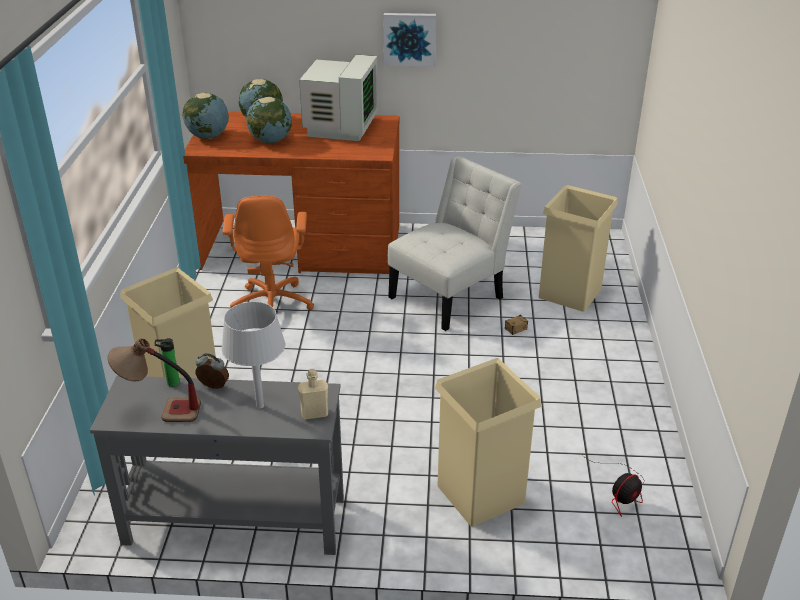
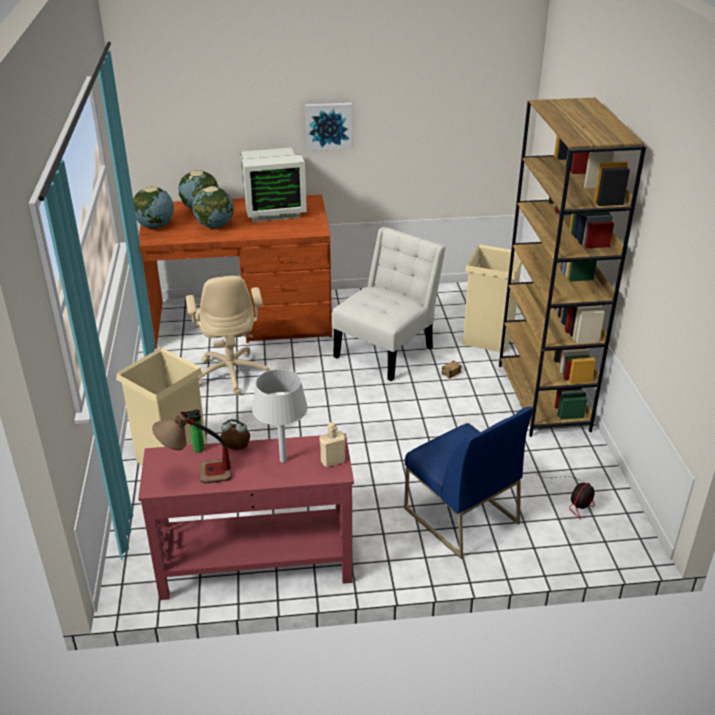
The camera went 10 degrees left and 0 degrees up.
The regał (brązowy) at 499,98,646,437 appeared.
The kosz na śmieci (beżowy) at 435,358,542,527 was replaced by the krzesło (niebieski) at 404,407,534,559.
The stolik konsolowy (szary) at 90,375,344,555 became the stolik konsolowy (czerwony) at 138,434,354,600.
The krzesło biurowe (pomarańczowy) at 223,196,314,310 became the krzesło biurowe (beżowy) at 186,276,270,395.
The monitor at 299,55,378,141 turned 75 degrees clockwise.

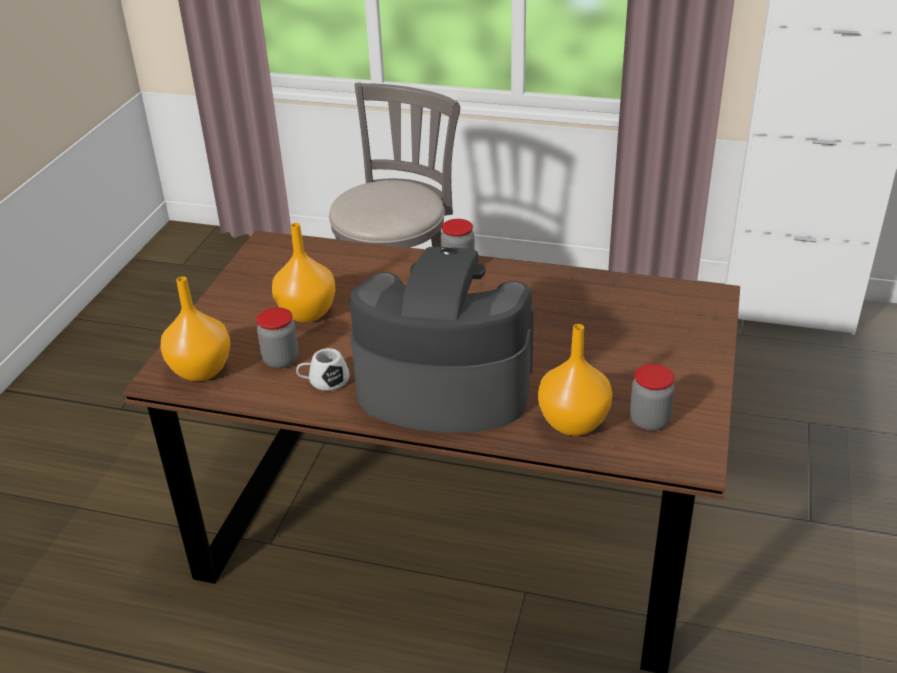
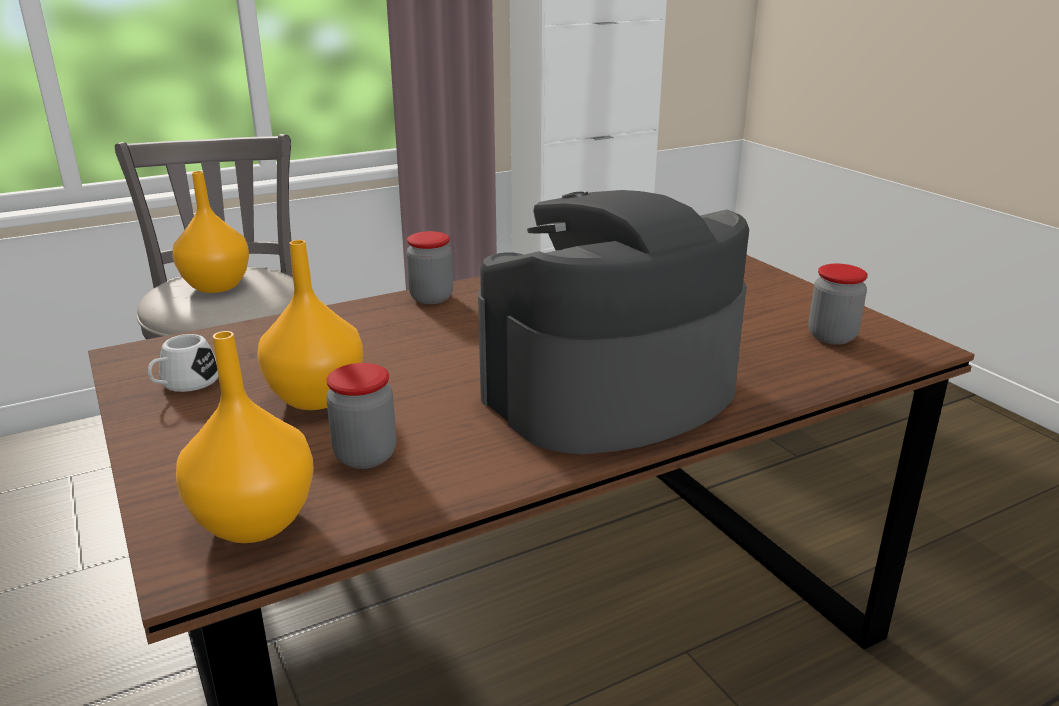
The camera went 45 degrees left and 10 degrees down.
The kubek (biały) moved from 296,348,350,391 to 148,334,218,392.
The wazon (pomarańczowy) moved from 538,324,612,436 to 173,171,249,293.

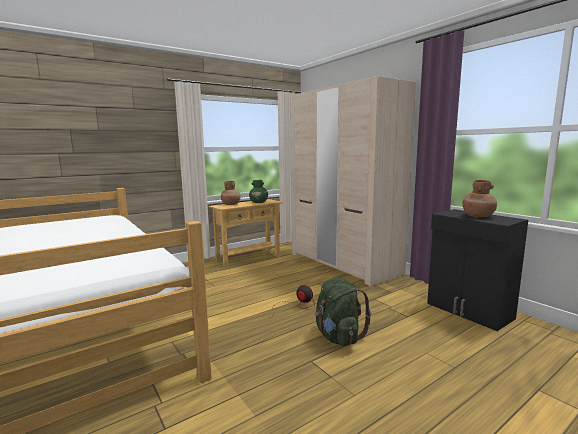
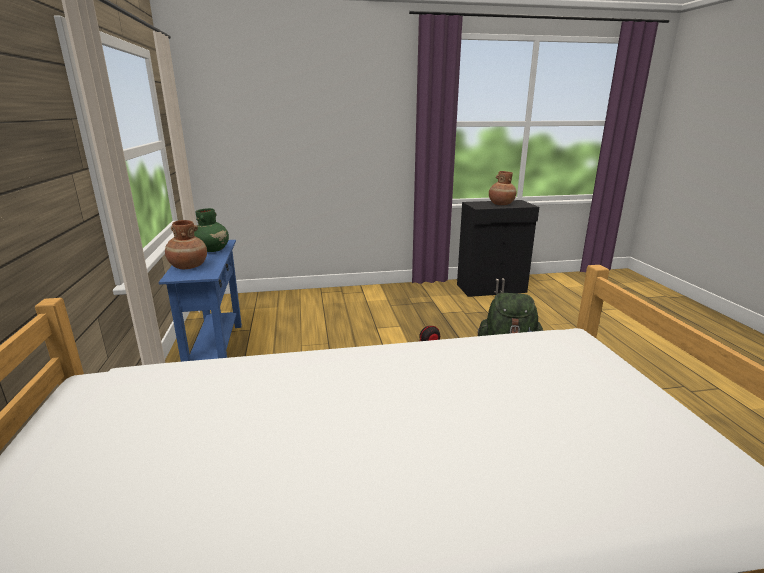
The camera went 65 degrees left and 10 degrees up.
The szafa (beżowy) at 290,76,416,286 disappeared.
The stolik konsolowy (beżowy) at 208,199,283,267 became the stolik konsolowy (niebieski) at 159,240,242,362.

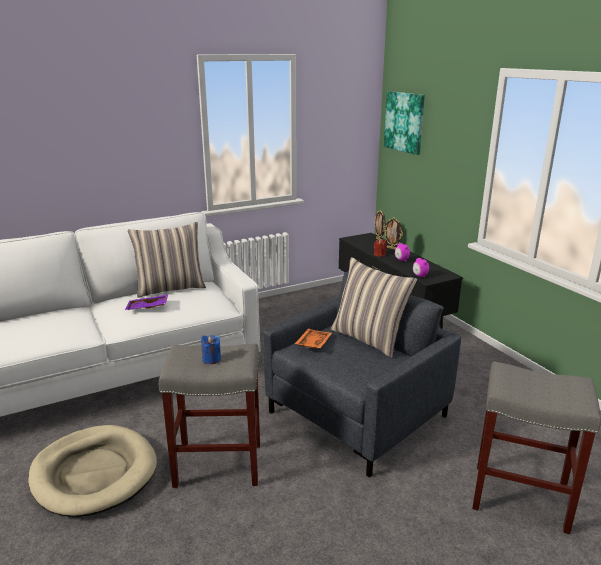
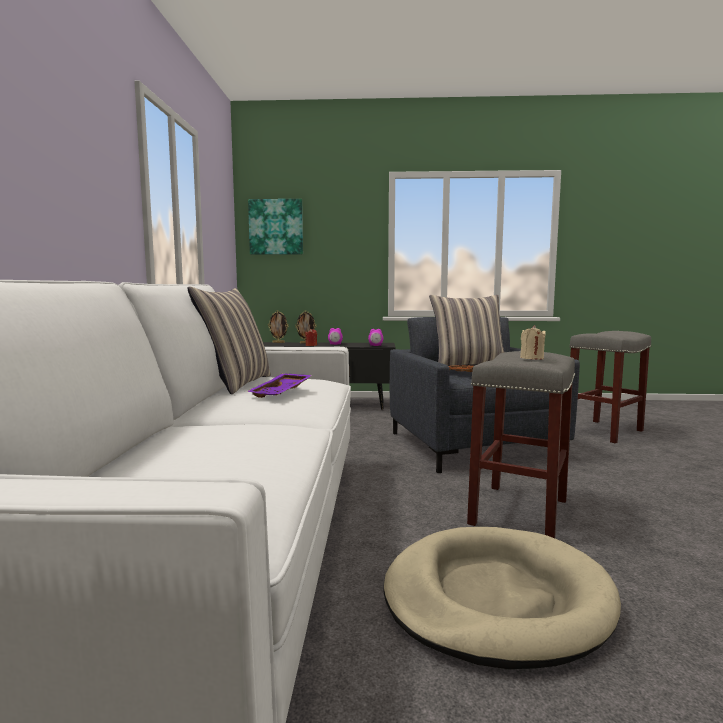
The camera went 60 degrees left and 15 degrees down.
The świeca (niebieski) at 201,335,221,364 became the świeca (beżowy) at 520,325,546,360.

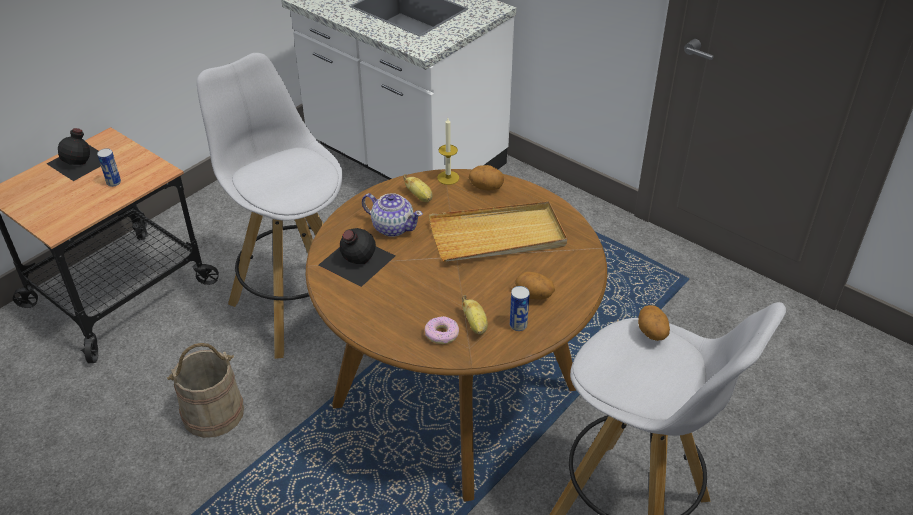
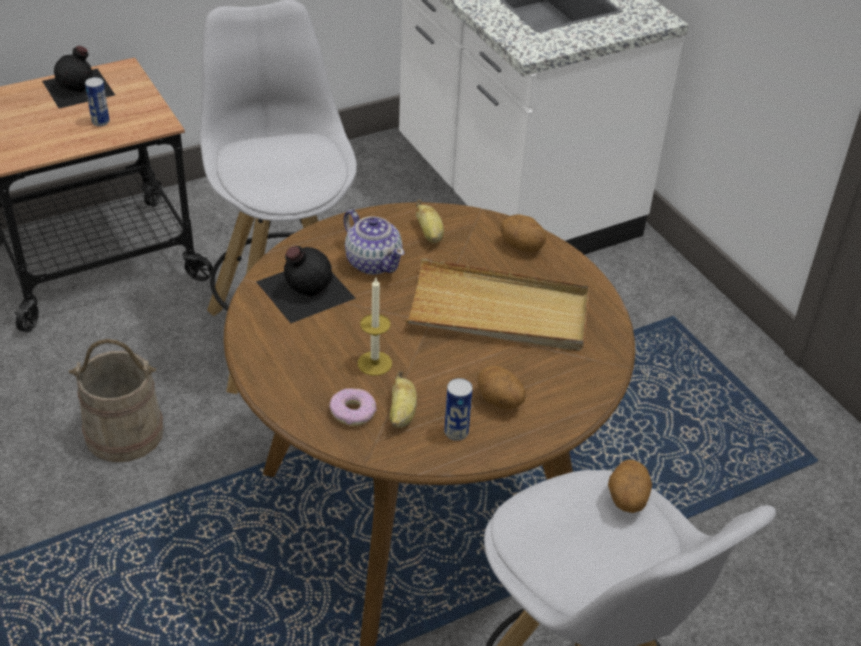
The camera went 20 degrees right and 0 degrees up.
The świeca moved from 437,118,459,185 to 358,278,392,376.

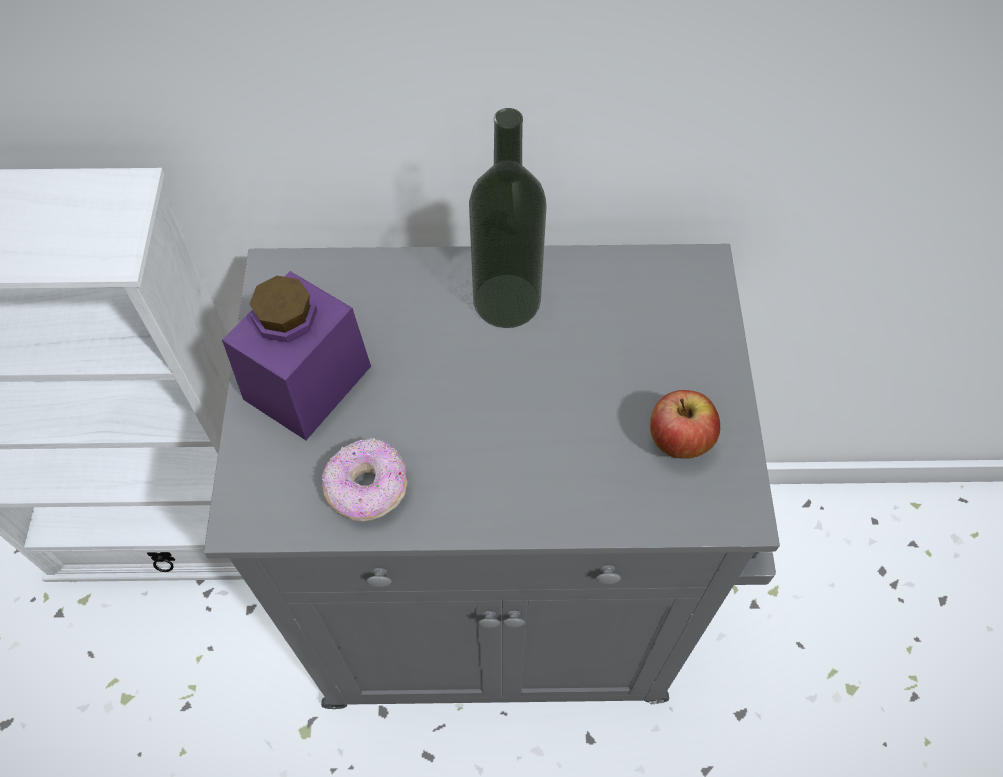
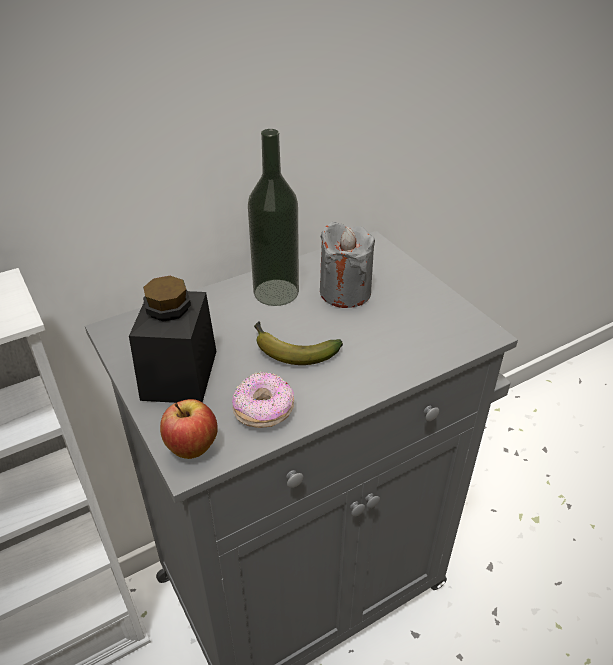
The camera went 30 degrees left and 20 degrees down.
The banan at 254,321,343,365 appeared.
The świeca (szary) at 320,222,375,308 appeared.
The jabłko moved from 650,390,720,459 to 160,399,218,459.
The słoik (fioletowy) at 222,271,371,440 became the słoik (czarny) at 129,276,216,403.

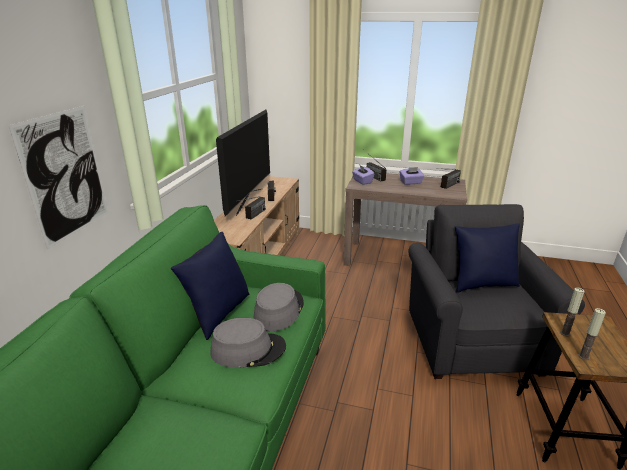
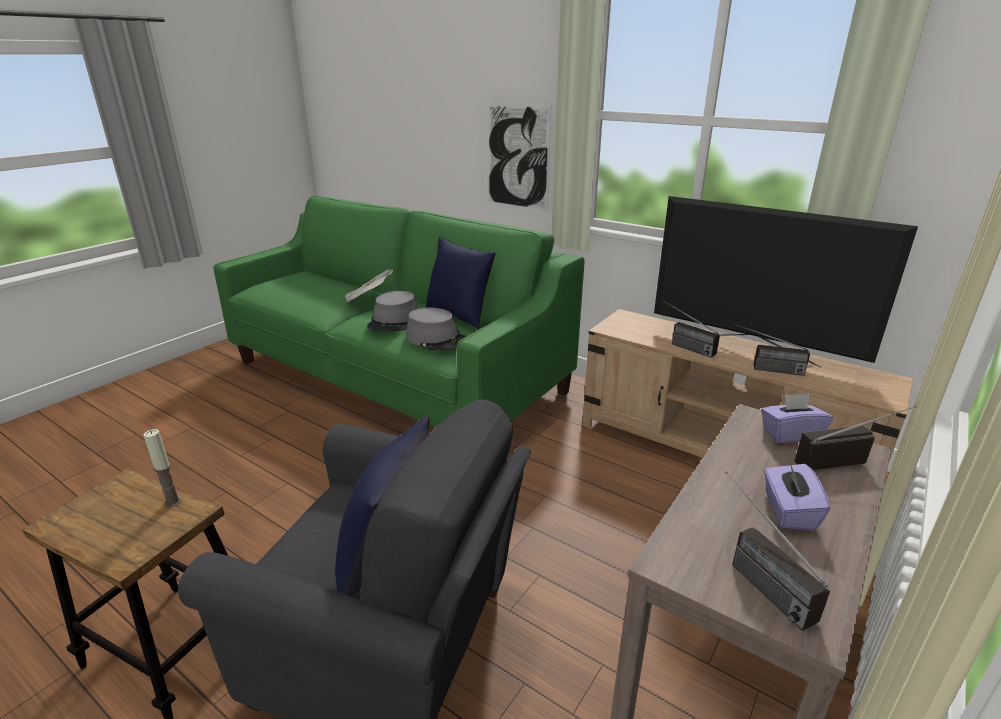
The camera went 110 degrees right and 0 degrees up.
The świeca at 578,308,606,360 disappeared.
The gazeta at 345,269,393,303 appeared.

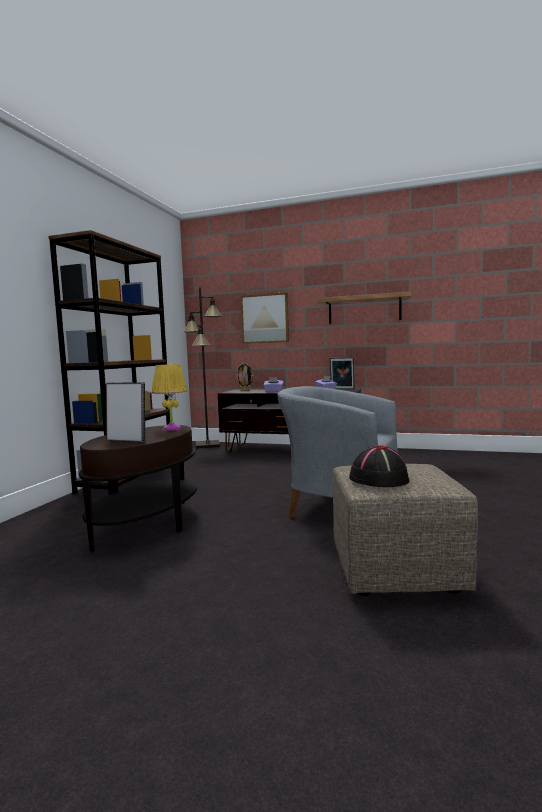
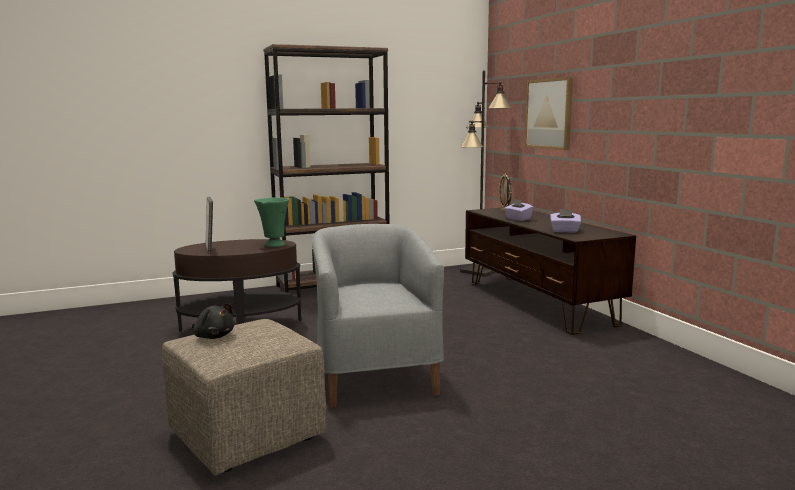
The camera went 50 degrees right and 5 degrees up.
The półka at 316,291,411,324 disappeared.
The ramka na zdjęcie at 329,357,355,390 disappeared.
The lampa stołowa (żółty) at 152,364,187,430 was replaced by the wazon (zielony) at 254,198,289,247.
The kapelusz (czarny) at 349,445,409,487 was replaced by the pluszak (czarny) at 192,303,235,339.

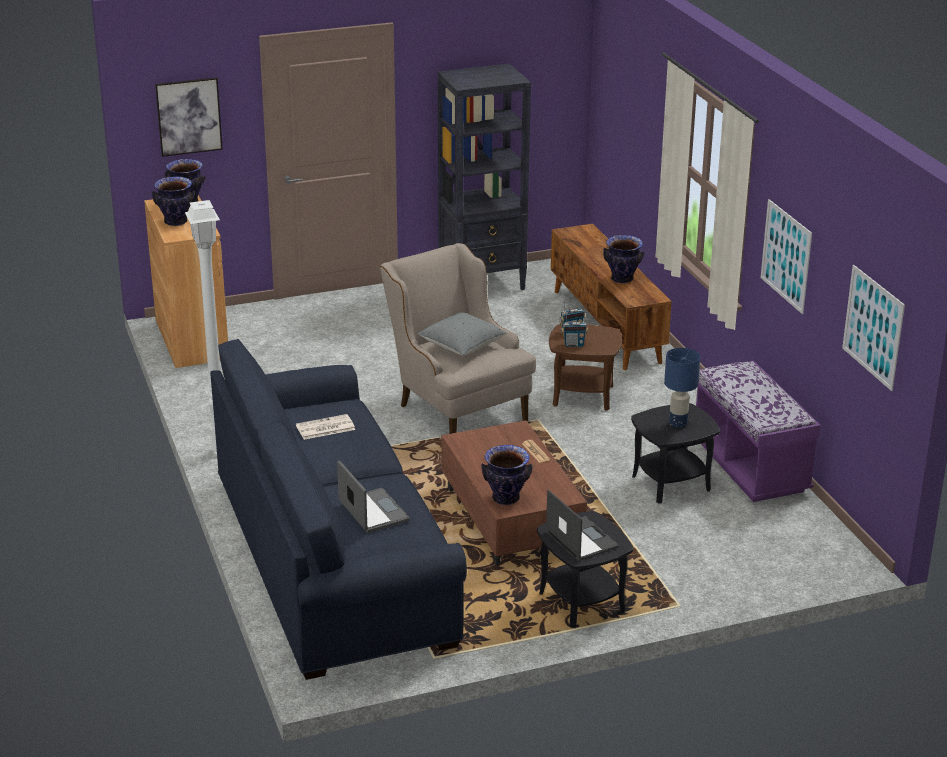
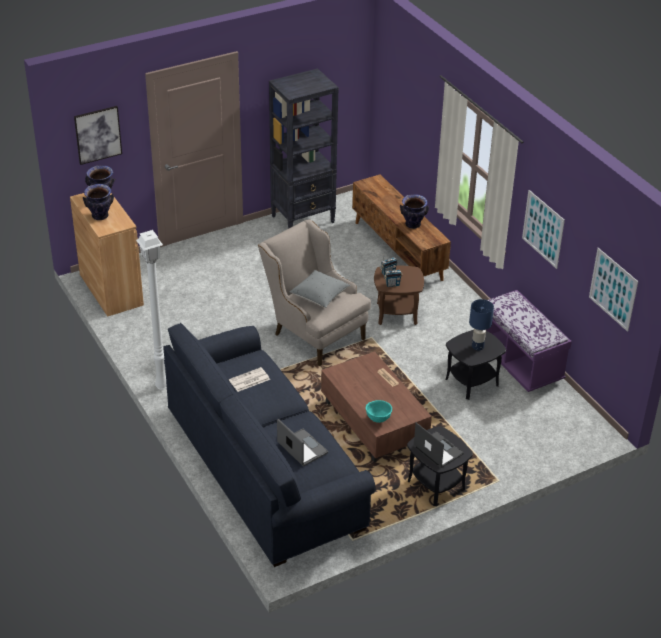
The camera went 10 degrees left and 10 degrees up.
The wazon at 481,445,533,505 was replaced by the miska (turkusowy) at 365,400,392,423.

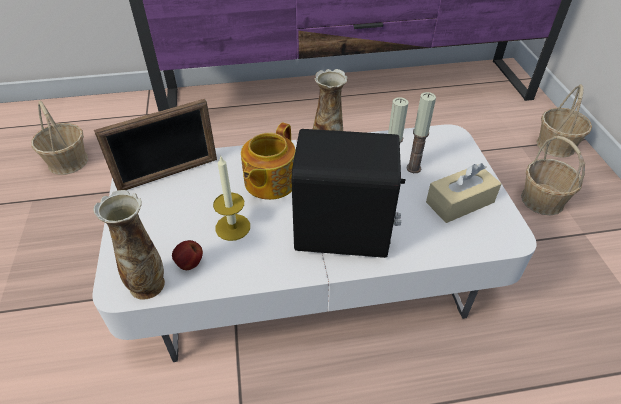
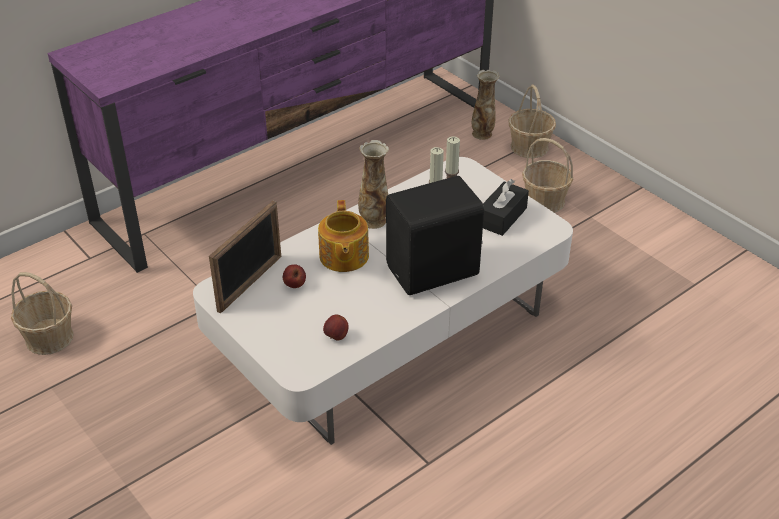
The camera went 30 degrees left and 5 degrees down.
The świeca at 213,155,250,241 disappeared.
The jabłko at 283,264,306,288 appeared.
The wazon moved from 93,190,165,300 to 472,70,500,140.
The pudełko chusteczek (beżowy) at 426,163,502,223 became the pudełko chusteczek (czarny) at 483,179,529,236.

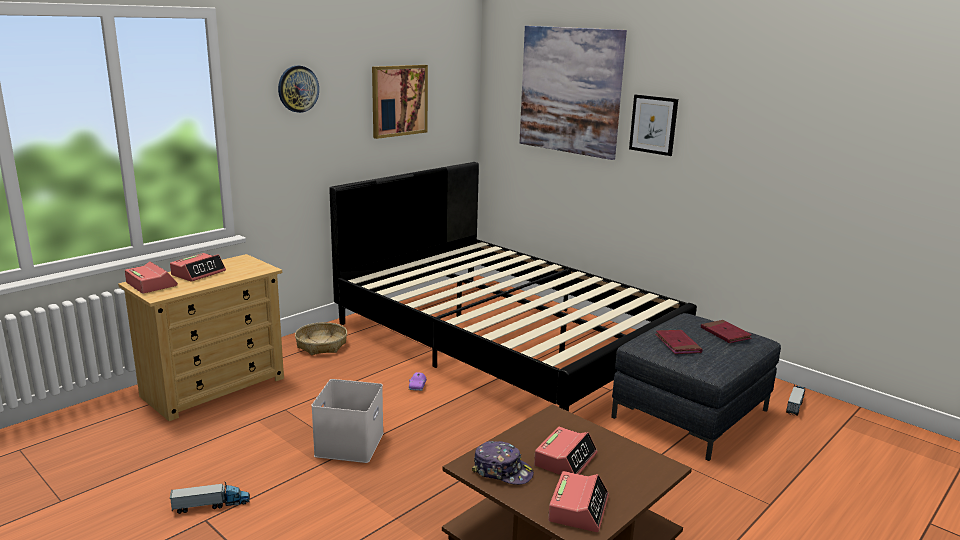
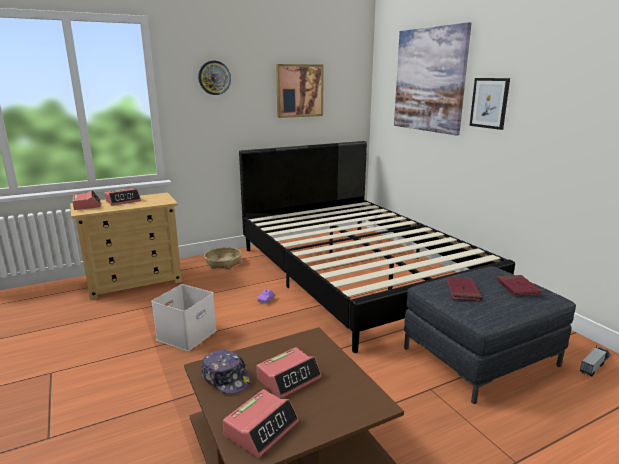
The camera went 20 degrees right and 0 degrees up.
The ciężarówka zabawkowa at 170,482,250,514 disappeared.

